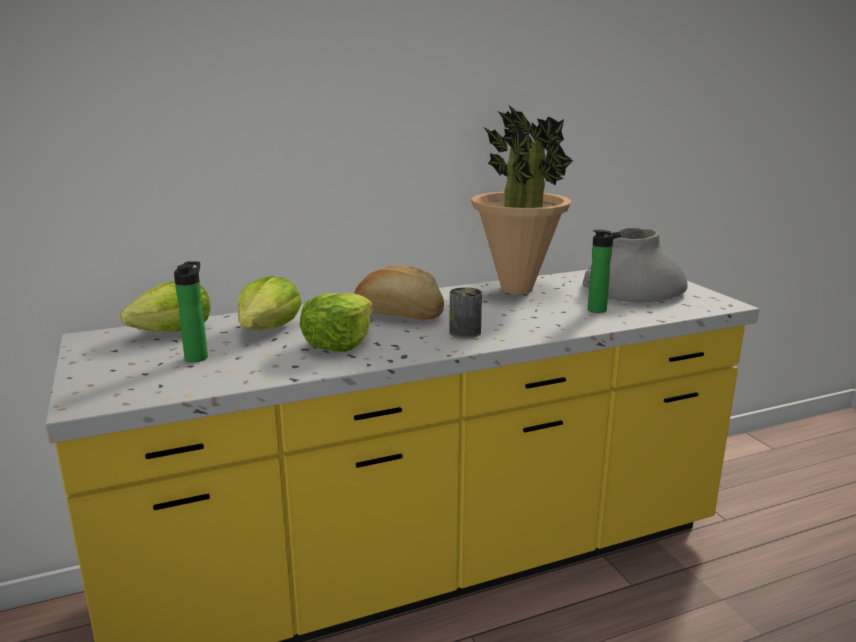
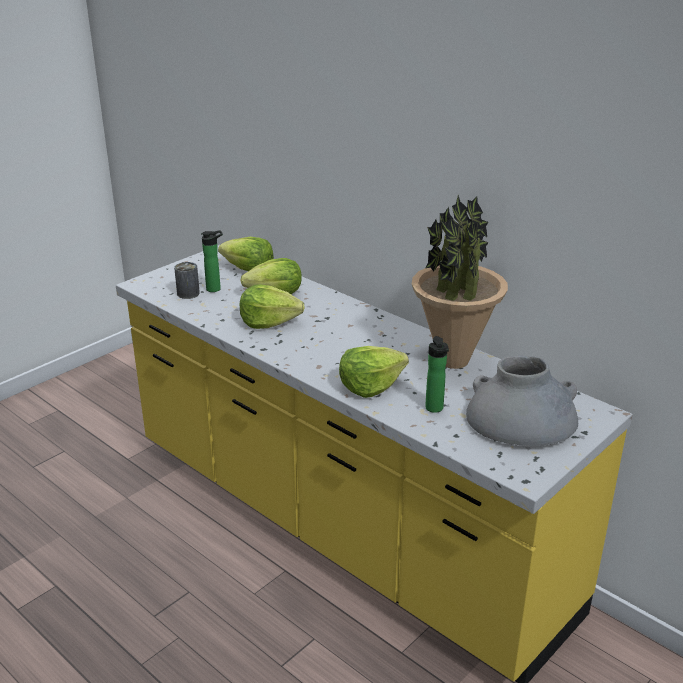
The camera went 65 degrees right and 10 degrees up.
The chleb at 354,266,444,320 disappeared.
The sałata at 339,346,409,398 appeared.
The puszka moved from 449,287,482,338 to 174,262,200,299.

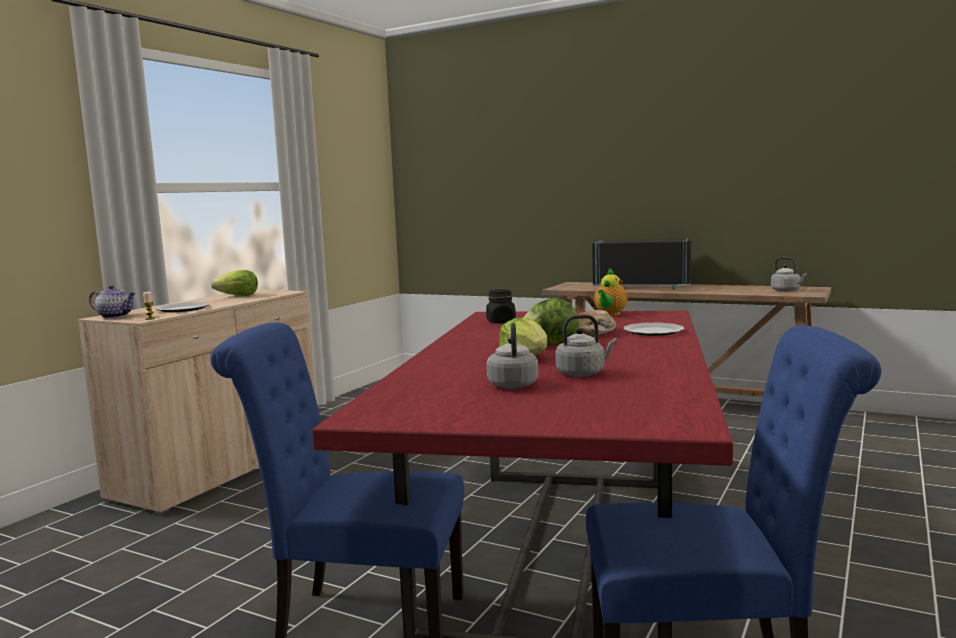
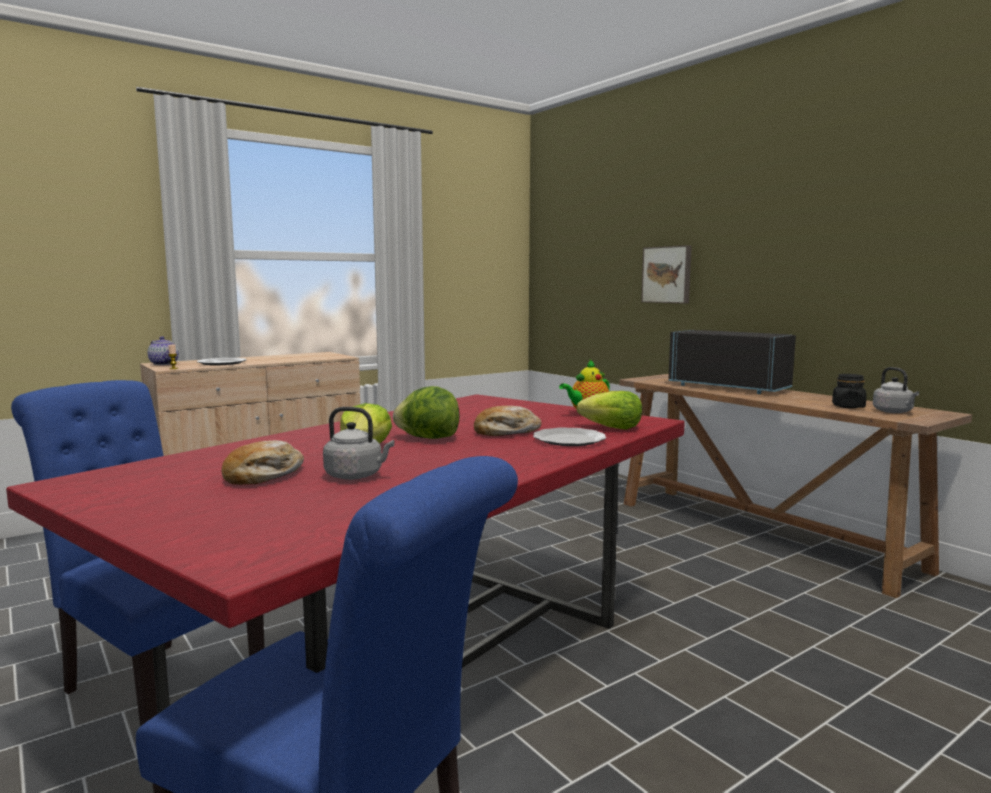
The camera went 25 degrees right and 0 degrees up.
The obraz at 641,245,692,304 appeared.
The sałata moved from 211,270,258,296 to 577,391,642,430.
The słoik (czarny) moved from 486,289,516,323 to 832,374,867,409.
The czajnik (szary) at 487,323,538,389 was replaced by the chleb at 222,440,304,485.

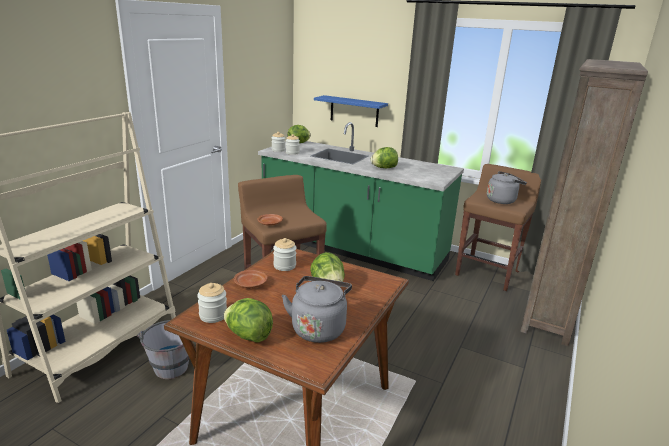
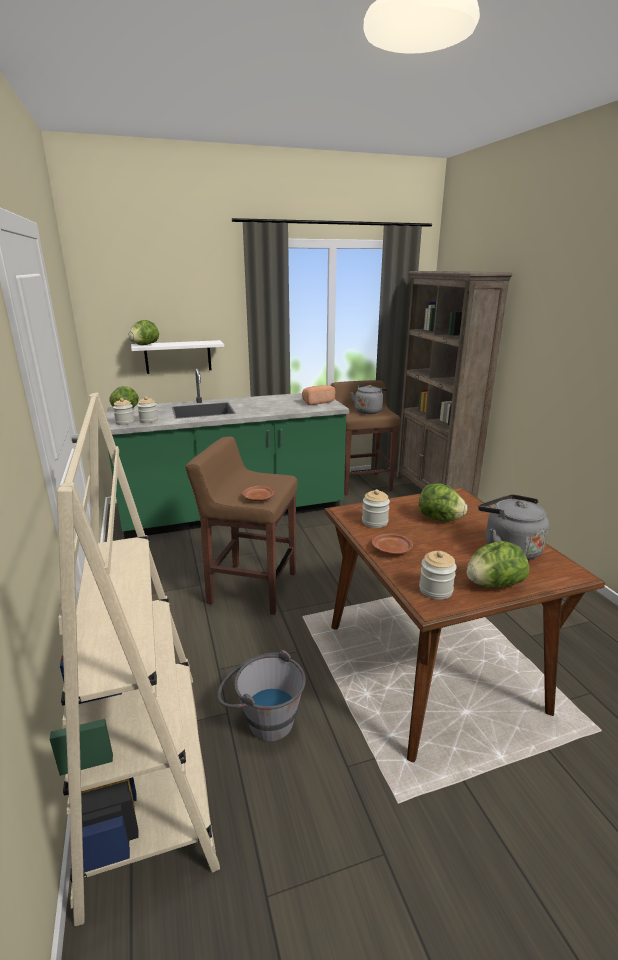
The camera went 45 degrees left and 0 degrees up.
The chleb at 302,385,335,405 appeared.
The sałata moved from 371,147,398,168 to 129,320,159,345.
The półka (niebieski) at 314,95,388,127 became the półka (biały) at 131,340,224,374.

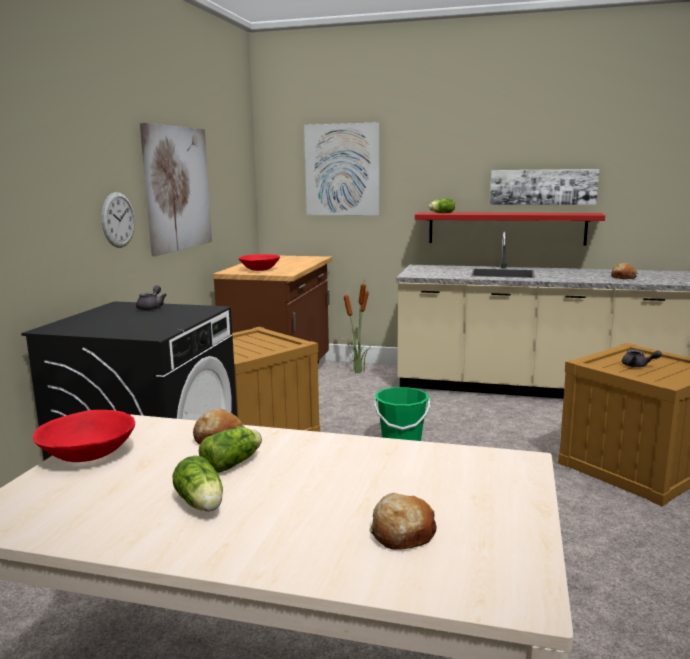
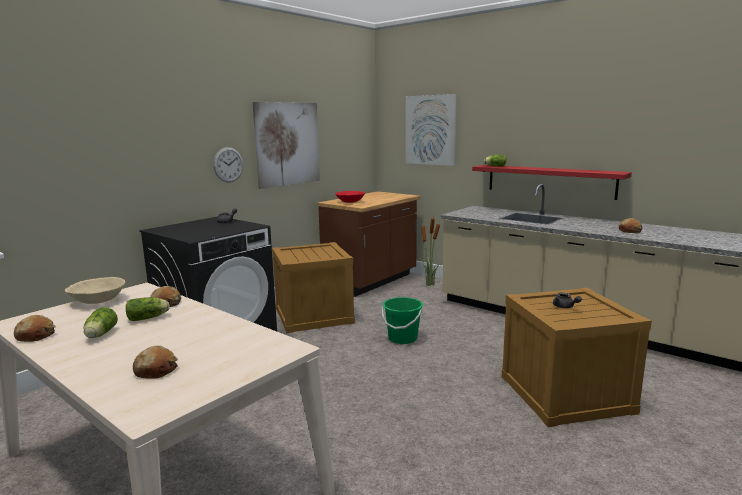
The camera went 25 degrees right and 0 degrees up.
The obraz at 490,169,599,205 disappeared.
The chleb at 14,315,56,342 appeared.
The miska (czerwony) at 33,410,135,462 became the miska (beżowy) at 65,277,125,304.

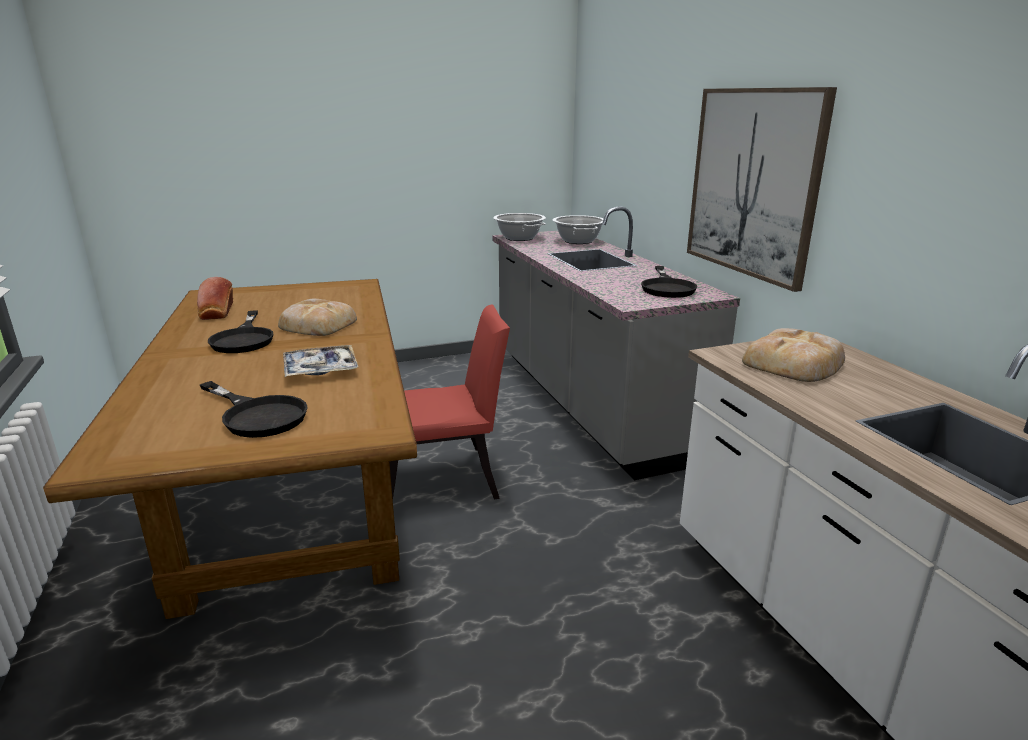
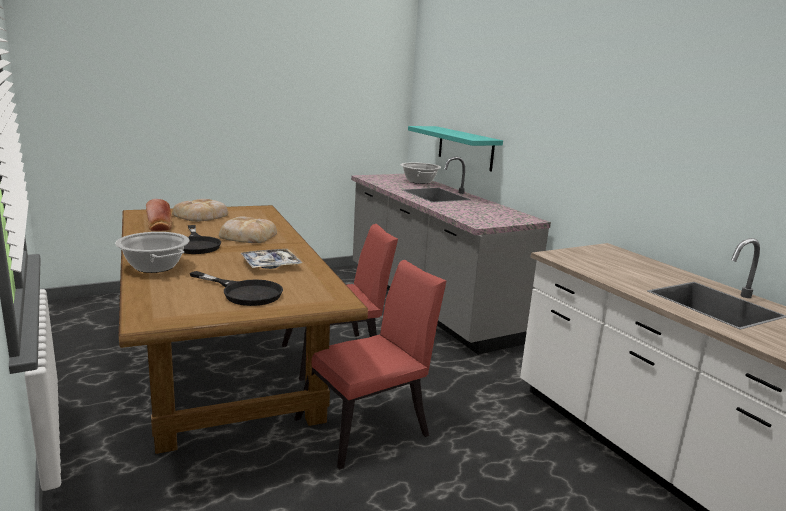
The camera went 10 degrees left and 5 degrees down.
The patelnia (czarny) at 641,266,697,298 disappeared.
The obraz at 687,87,837,292 disappeared.
The krzesło (czerwony) at 294,260,446,470 appeared.
The półka (turkusowy) at 408,126,503,172 appeared.
The garnek moved from 493,213,546,241 to 115,232,189,273.
The chleb moved from 742,328,845,382 to 172,199,228,222.

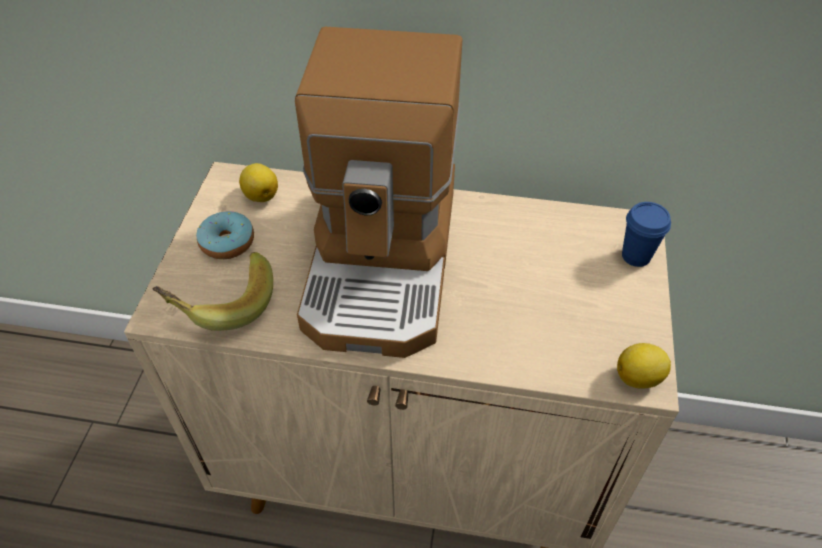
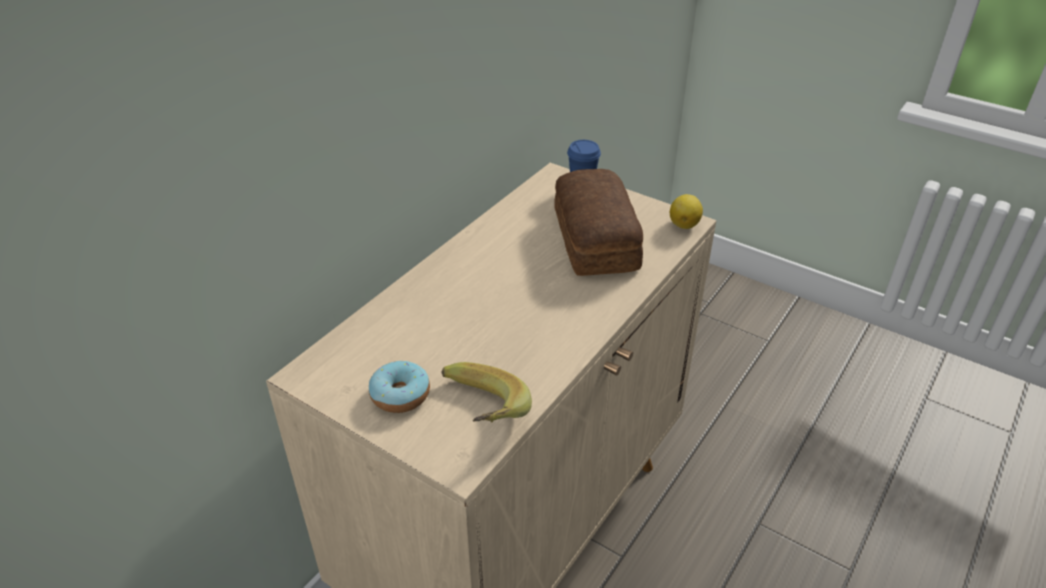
The camera went 65 degrees left and 10 degrees down.
The cytryna at 239,163,278,202 disappeared.
The ekspres do kawy at 295,27,463,358 disappeared.
The chleb at 554,169,643,276 appeared.

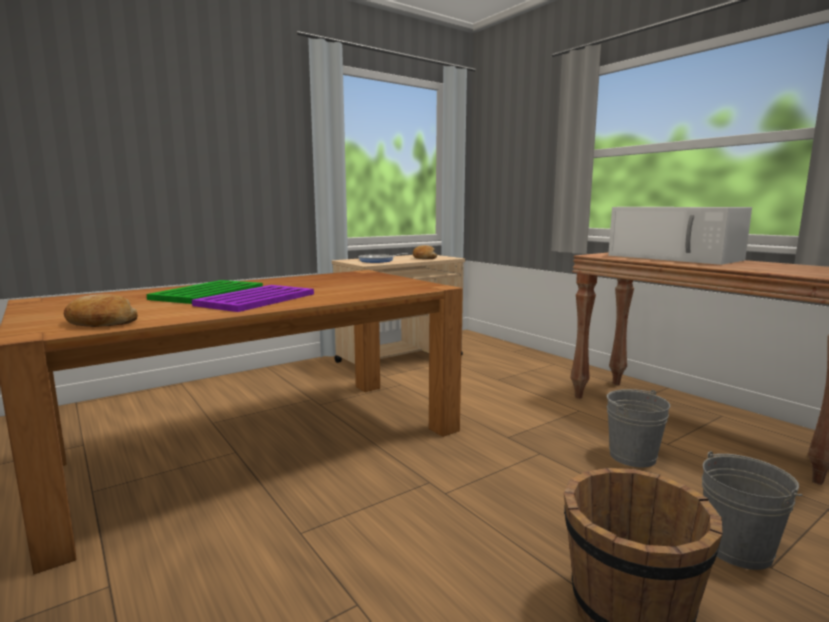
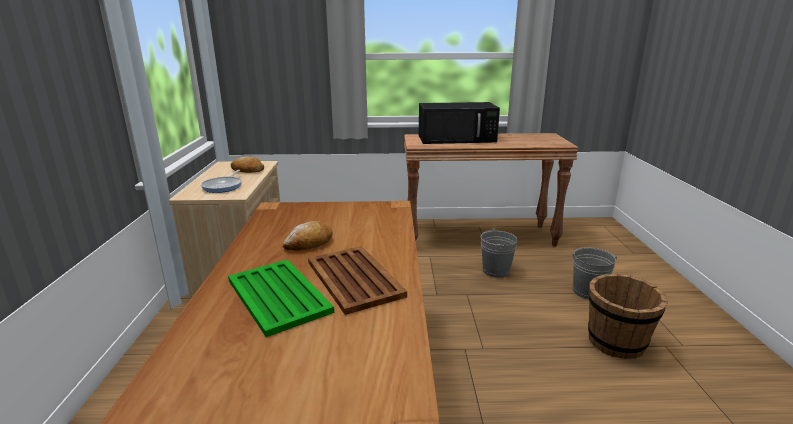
The camera went 55 degrees left and 10 degrees up.
The chleb moved from 64,294,138,327 to 283,221,333,251.
The taca (fioletowy) at 192,285,314,312 became the taca (brązowy) at 308,246,407,315.
The mikrofalówka (biały) at 608,207,752,265 became the mikrofalówka (czarny) at 419,102,500,144.

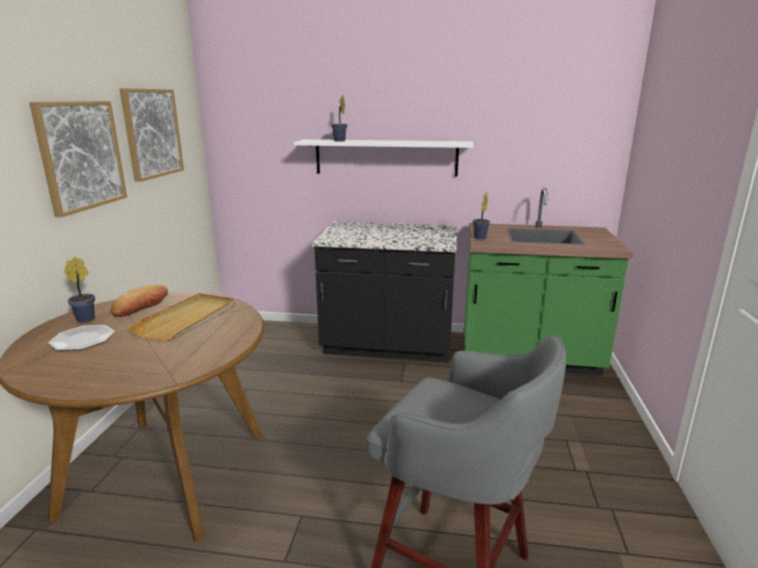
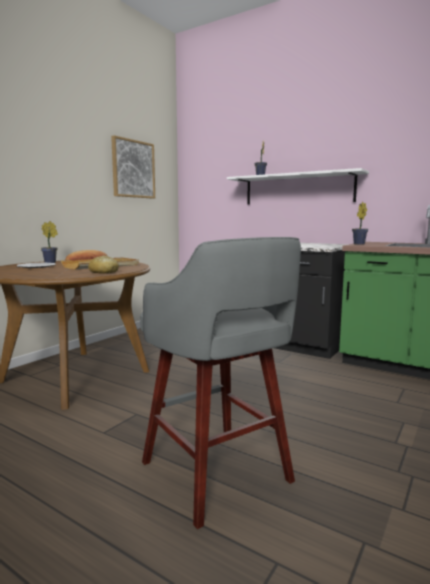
The camera went 25 degrees right and 10 degrees down.
The obraz at 29,101,127,218 disappeared.
The chleb at 88,256,119,274 appeared.

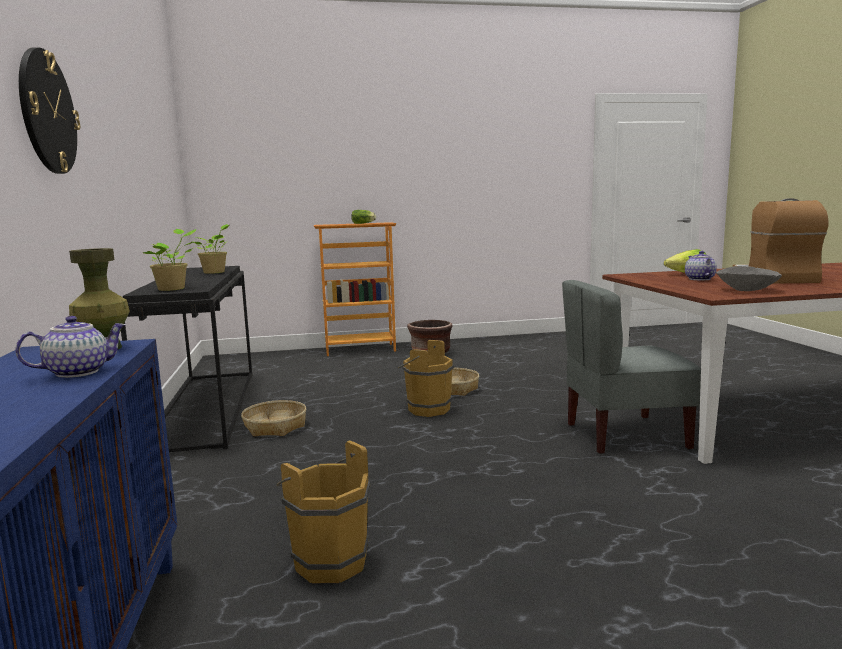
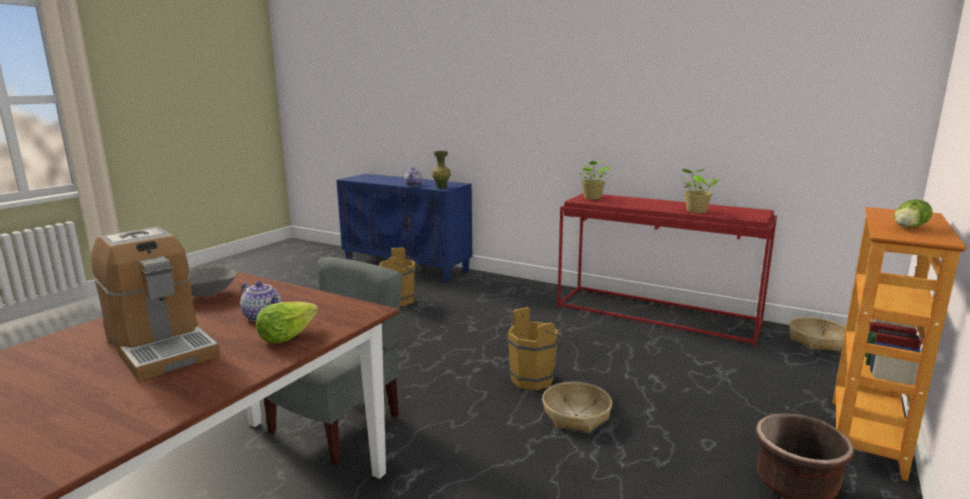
The camera went 130 degrees right and 5 degrees up.
The zegar ścienny at 19,47,80,174 disappeared.
The koszyk moved from 241,400,306,437 to 789,317,846,352.
The stolik konsolowy (czarny) at 121,266,252,452 became the stolik konsolowy (czerwony) at 557,193,777,345.

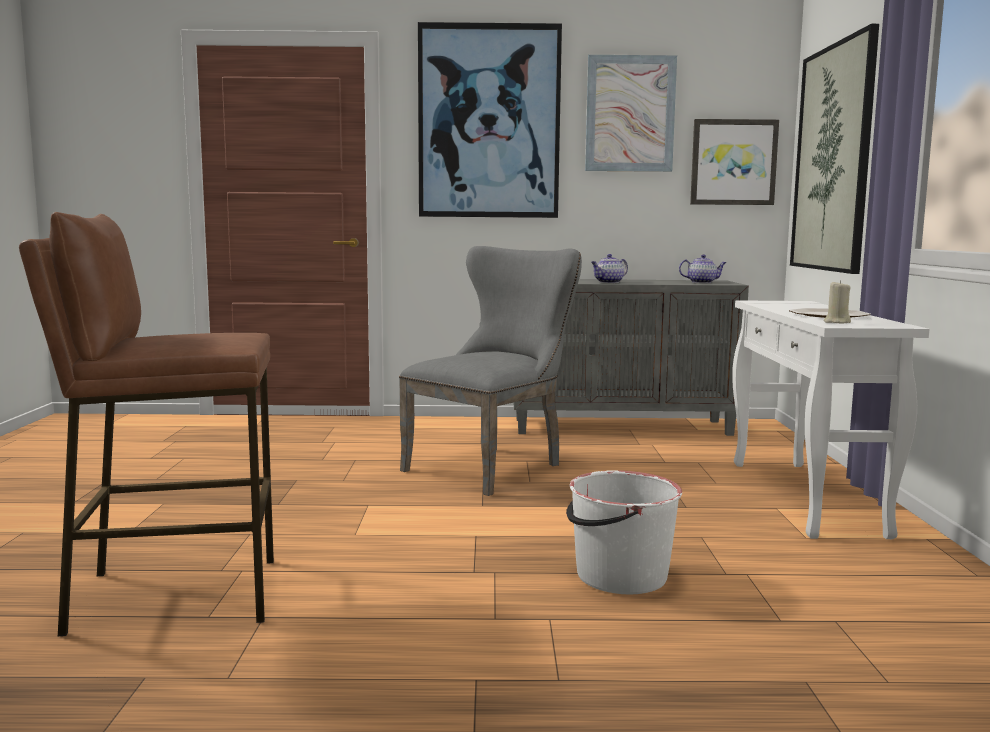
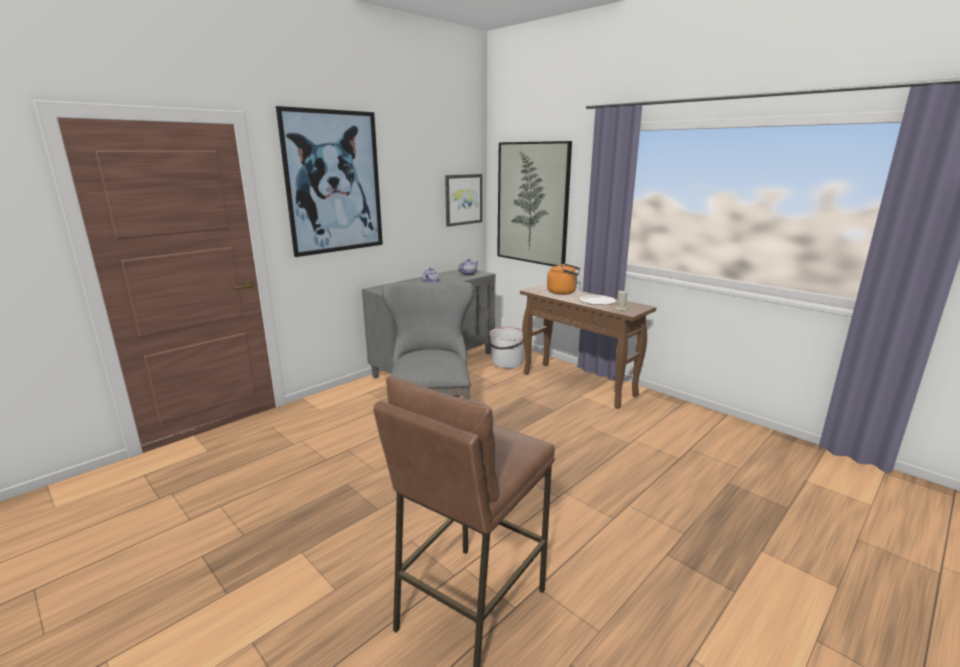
The camera went 45 degrees left and 10 degrees up.
The obraz at 585,55,677,172 disappeared.
The czajnik (pomarańczowy) at 547,263,580,295 appeared.
The wiadro (biały) moved from 566,470,682,594 to 488,327,524,368.
The stolik konsolowy (biały) at 732,300,930,539 became the stolik konsolowy (brązowy) at 520,284,656,409.

